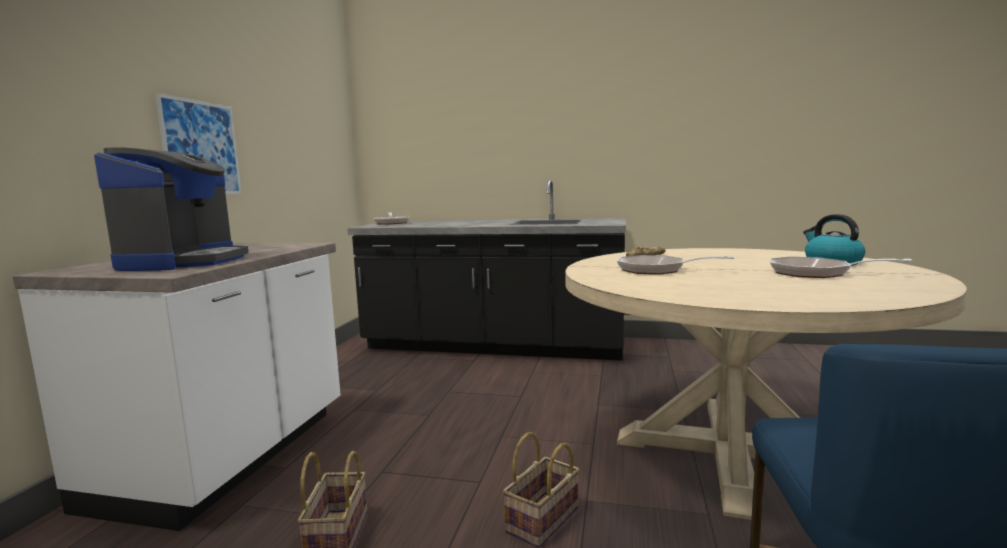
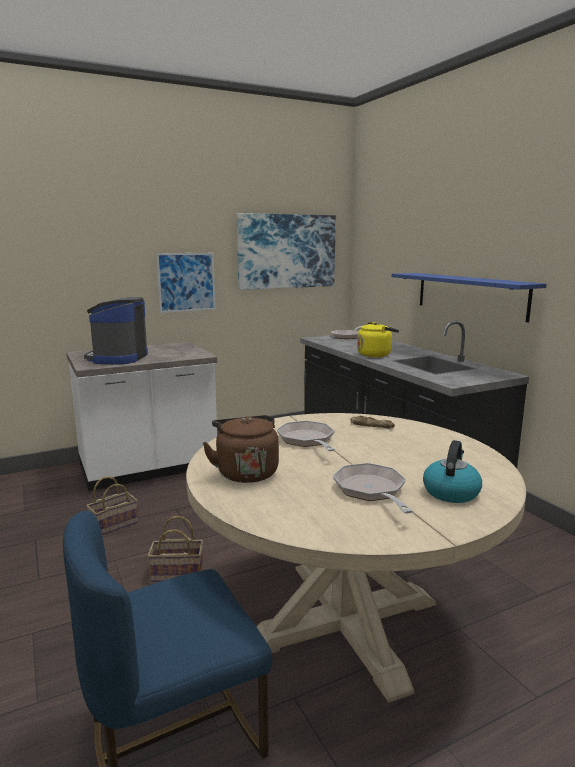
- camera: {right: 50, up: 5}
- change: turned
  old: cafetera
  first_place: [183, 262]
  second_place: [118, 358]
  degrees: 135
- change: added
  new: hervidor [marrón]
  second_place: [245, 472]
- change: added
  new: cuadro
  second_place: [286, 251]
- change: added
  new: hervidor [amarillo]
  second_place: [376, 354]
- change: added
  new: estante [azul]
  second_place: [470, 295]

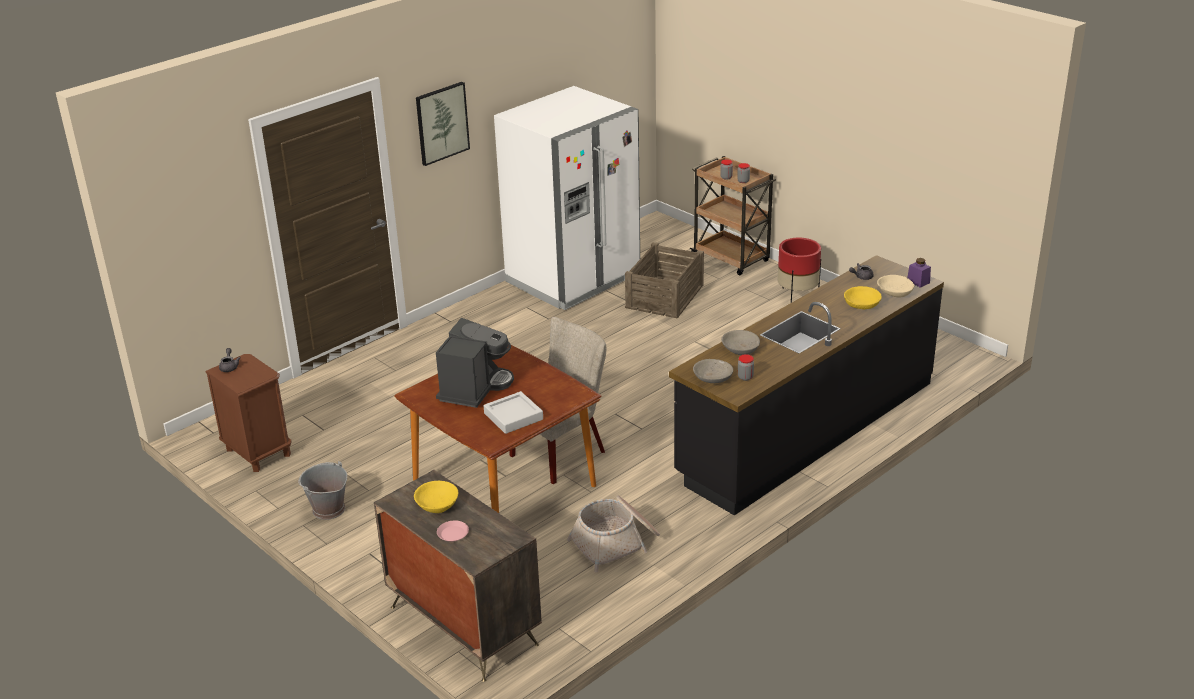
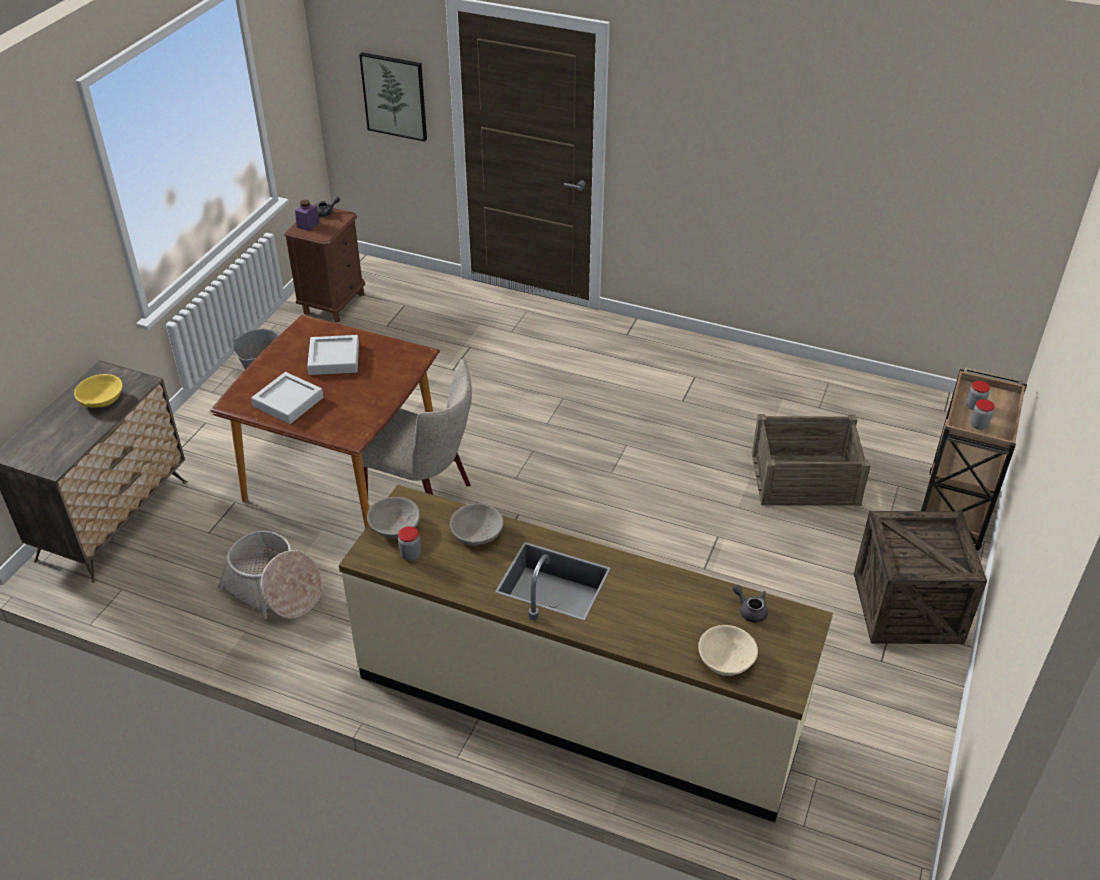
- camera: {right: 65, up: 10}
- change: moved
  old: cuadro
  first_place: [442, 123]
  second_place: [395, 96]
- change: replaced
  old: cafetera
  new: bandeja [gris]
  first_place: [474, 387]
  second_place: [334, 359]
- change: removed
  old: plato [rosa]
  first_place: [453, 533]
- change: removed
  old: nevera [blanco]
  first_place: [573, 279]
- change: recoloured
  old: mueble bajo de cocina [negro]
  new: mueble bajo de cocina [beis]
  first_place: [806, 429]
  second_place: [578, 702]
- change: replaced
  old: maceta [rojo]
  new: caja de embalaje
  first_place: [797, 296]
  second_place: [907, 607]
- change: removed
  old: cuenco [amarillo]
  first_place: [862, 304]
- change: moved
  old: tarro [morado]
  first_place: [918, 282]
  second_place: [308, 225]

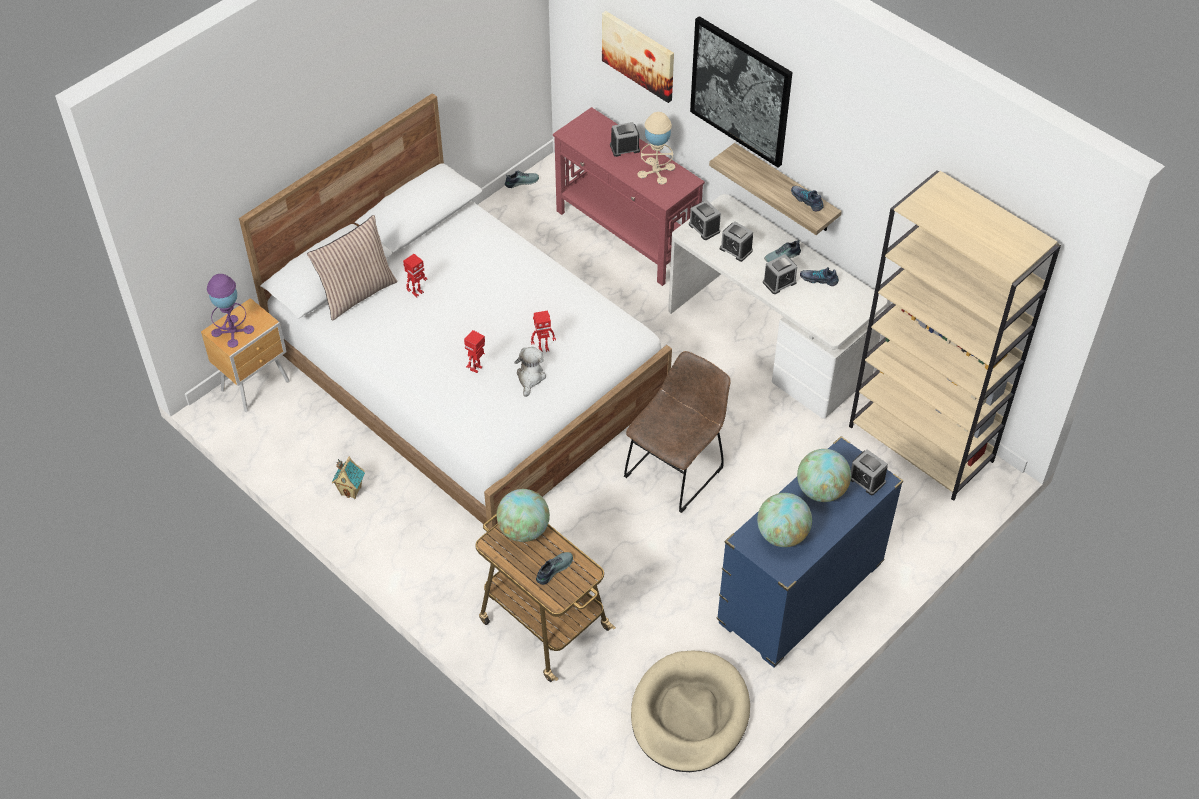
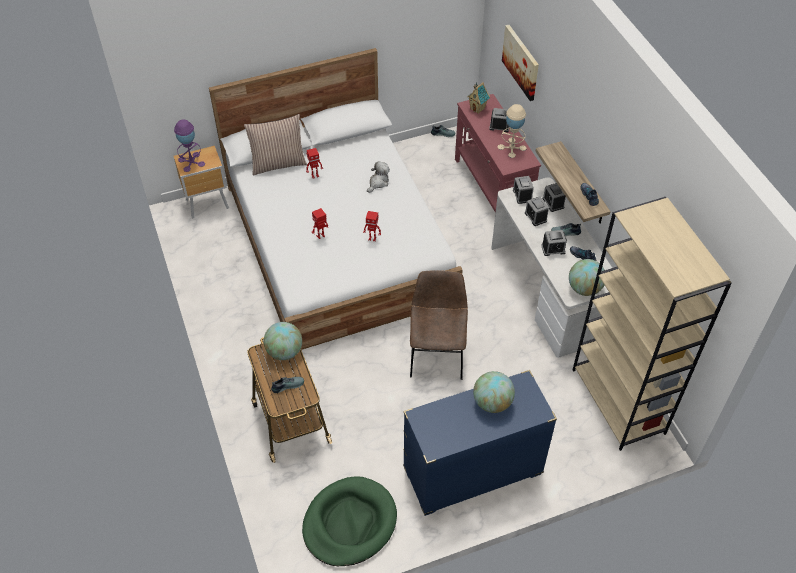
- camera: {right: 25, up: 0}
- change: moved
  old: casita
  first_place: [351, 490]
  second_place: [478, 109]
- change: moved
  old: peluche
  first_place: [530, 377]
  second_place: [378, 182]
- change: turned
  old: silla [marrón]
  first_place: [677, 469]
  second_place: [437, 354]
  degrees: -60
- change: recoloured
  old: cama para perro [beis]
  new: cama para perro [verde]
  first_place: [689, 714]
  second_place: [349, 523]
- change: removed
  old: cuadro
  first_place: [741, 91]
- change: moved
  old: globo terráqueo
  first_place: [782, 535]
  second_place: [584, 289]
- change: moved
  old: despertador
  first_place: [866, 480]
  second_place: [553, 203]

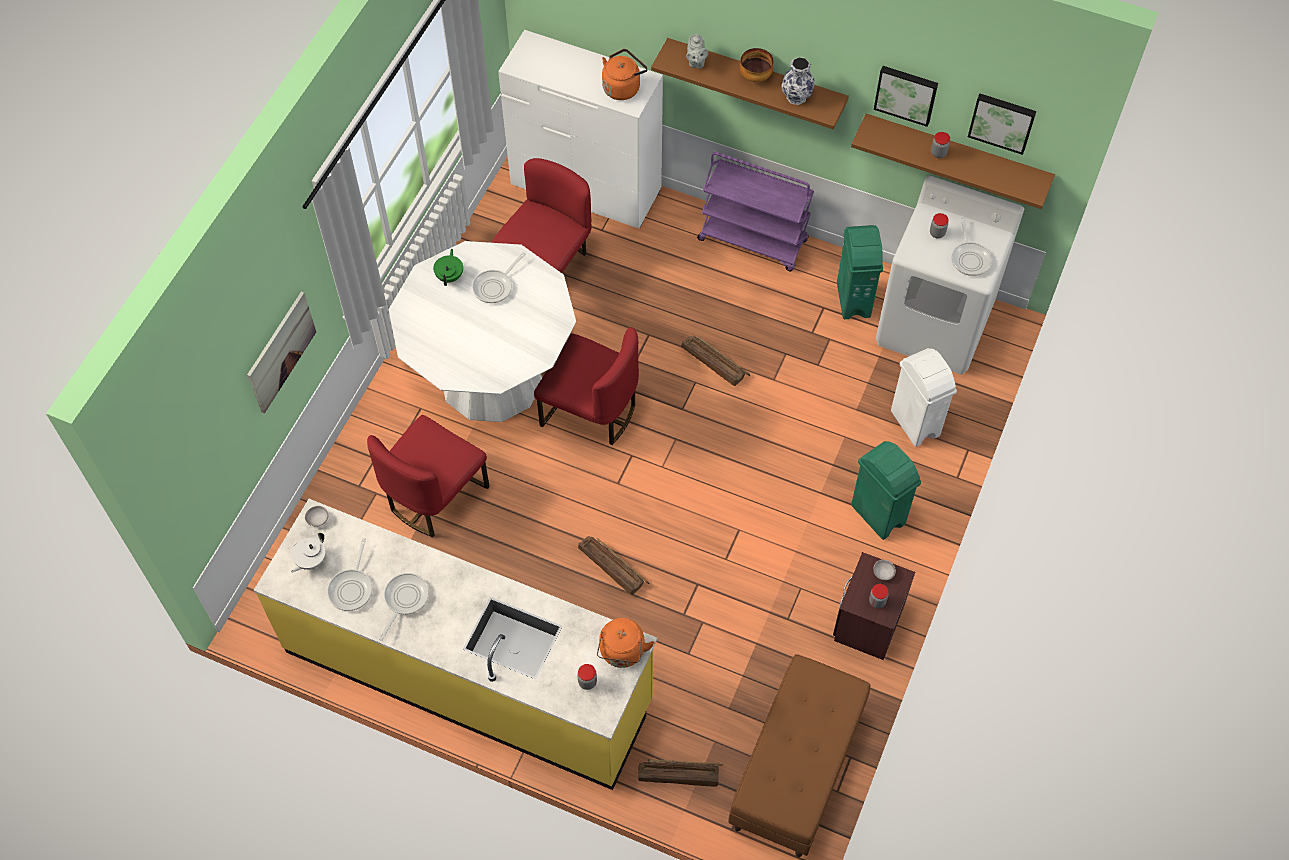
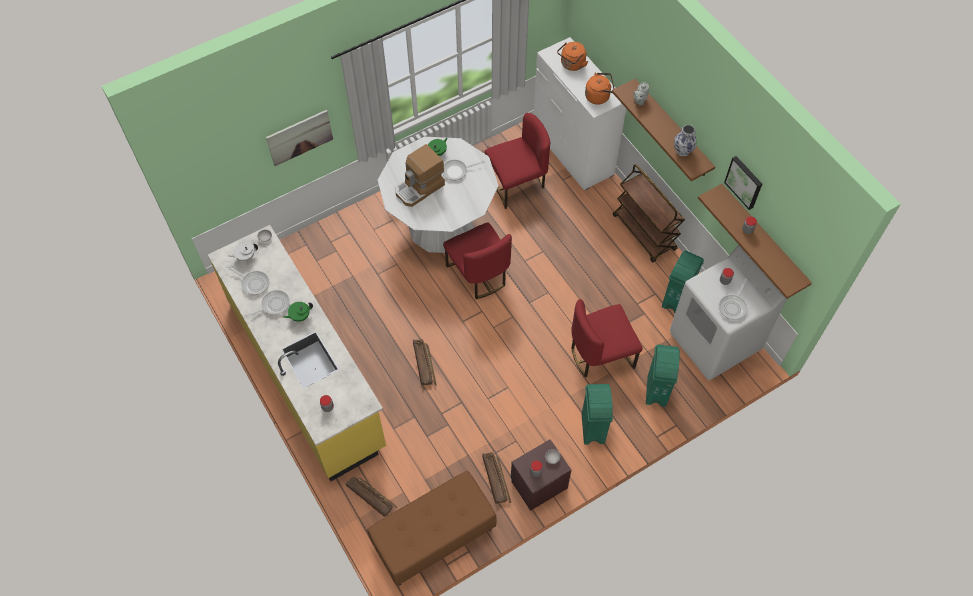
- camera: {right: 35, up: 0}
- change: turned
  old: sartén
  first_place: [352, 588]
  second_place: [253, 283]
  degrees: -105
- change: moved
  old: silla [rojo]
  first_place: [434, 496]
  second_place: [601, 354]
- change: moved
  old: hervidor [naranja]
  first_place: [622, 653]
  second_place: [572, 65]
- change: moved
  old: caja de embalaje
  first_place: [714, 363]
  second_place: [496, 479]
- change: recoloured
  old: carrito [morado]
  new: carrito [marrón]
  first_place: [754, 240]
  second_place: [644, 233]
- change: removed
  old: cuenco
  first_place: [755, 77]
- change: recoloured
  old: papelera [blanco]
  new: papelera [verde]
  first_place: [915, 422]
  second_place: [657, 390]
- change: removed
  old: cuadro
  first_place: [1002, 121]
- change: added
  new: tetera [verde]
  second_place: [300, 316]
- change: added
  new: cafetera
  second_place: [420, 188]

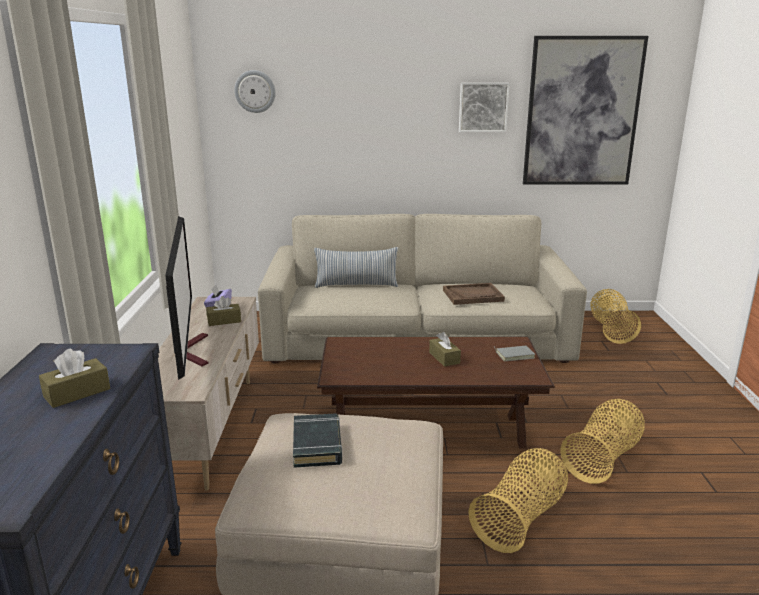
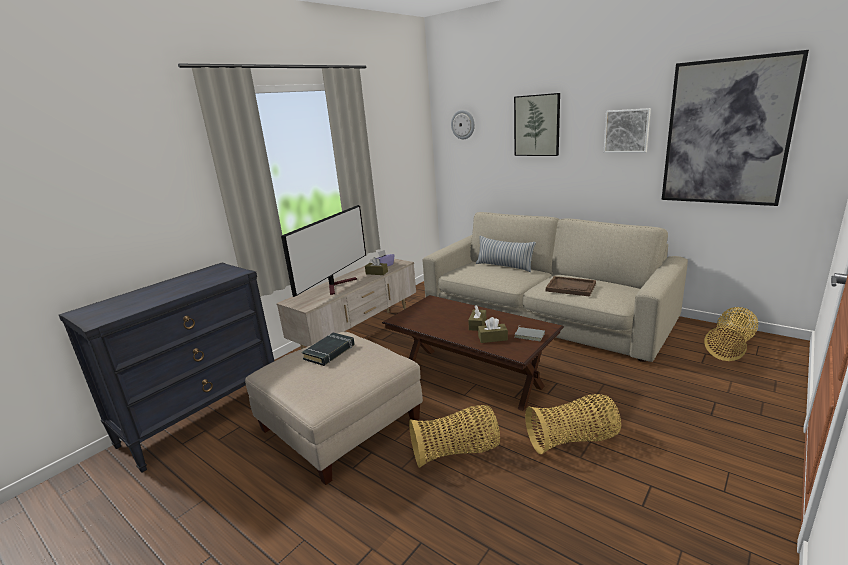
- camera: {right: 40, up: 0}
- change: moved
  old: caja de pañuelos [marrón]
  first_place: [77, 393]
  second_place: [492, 338]
- change: added
  new: cuadro
  second_place: [537, 125]

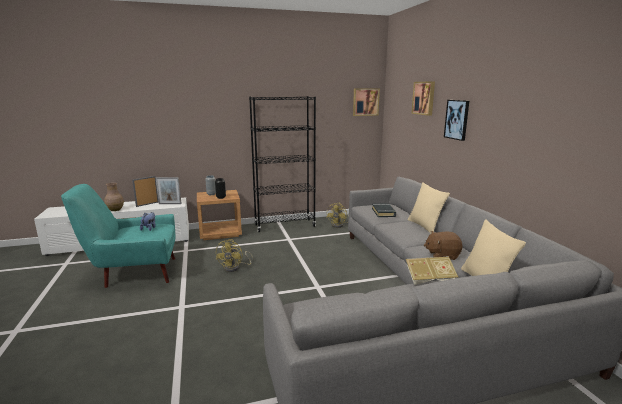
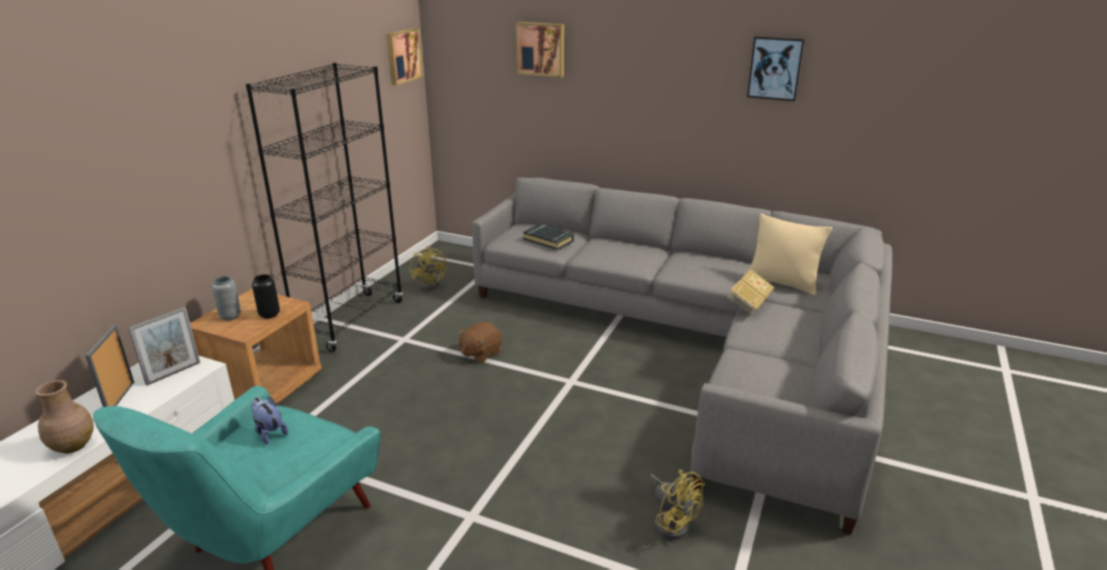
- camera: {right: -50, up: 10}
- change: moved
  old: ventilador [amarillo]
  first_place: [235, 268]
  second_place: [671, 521]
- change: removed
  old: cojín [beis]
  first_place: [424, 226]
- change: moved
  old: peluche [marrón]
  first_place: [442, 255]
  second_place: [480, 353]
- change: moved
  old: cuadro
  first_place: [457, 119]
  second_place: [775, 68]

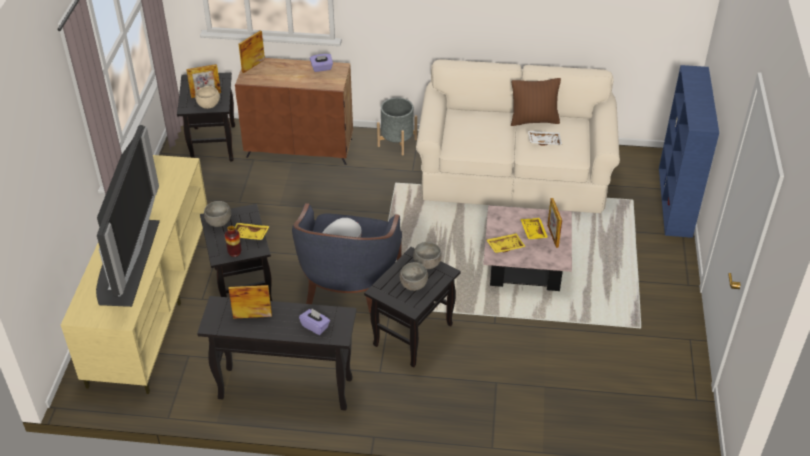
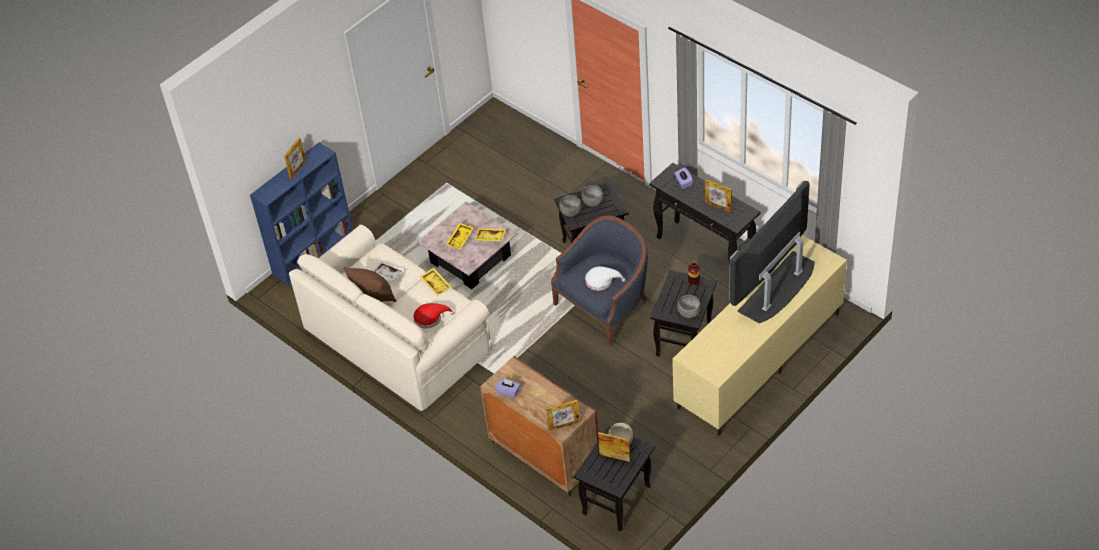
- camera: {right: -140, up: 5}
- change: moved
  old: bandeja [amarillo]
  first_place: [249, 235]
  second_place: [436, 284]
- change: removed
  old: maceta [gris]
  first_place: [397, 142]
- change: moved
  old: portarretratos
  first_place: [552, 236]
  second_place: [297, 169]
- change: added
  new: sombrero [rojo]
  second_place: [430, 318]

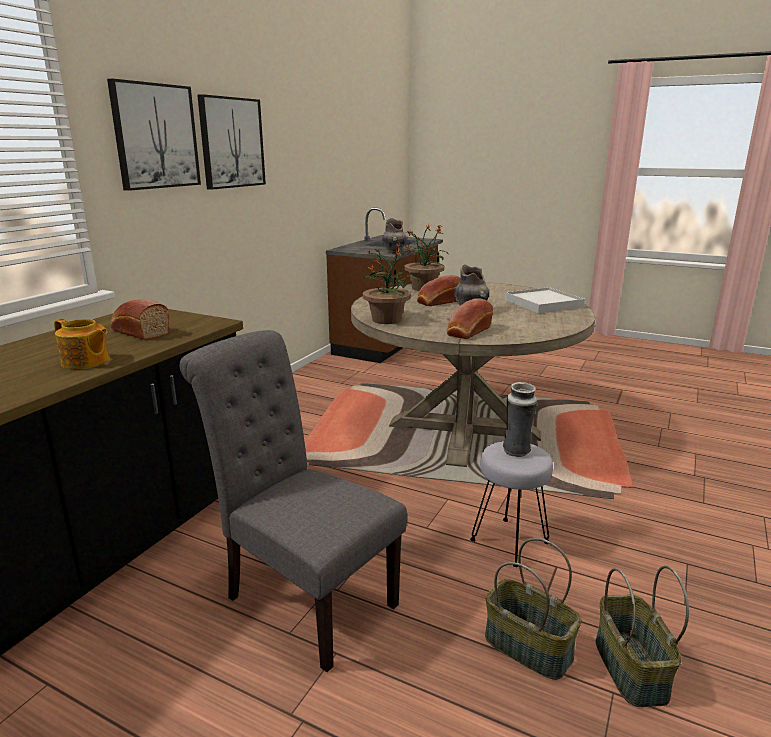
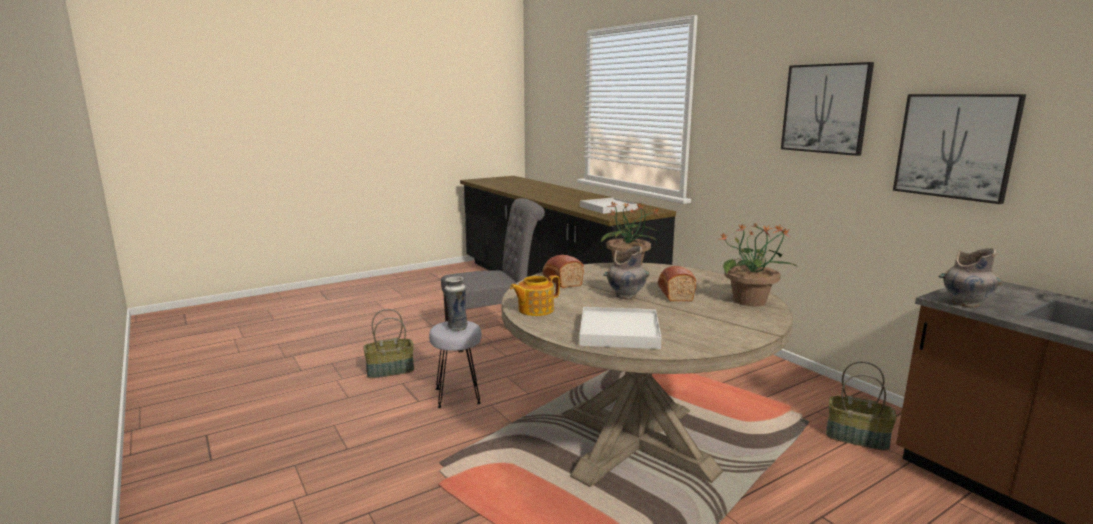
- camera: {right: 120, up: -5}
- change: moved
  old: tetera
  first_place: [86, 362]
  second_place: [535, 310]
- change: moved
  old: cuadro
  first_place: [155, 136]
  second_place: [955, 146]
- change: replaced
  old: pan
  new: bandeja [blanco]
  first_place: [139, 332]
  second_place: [608, 208]
- change: moved
  old: cesta
  first_place: [629, 668]
  second_place: [857, 437]

